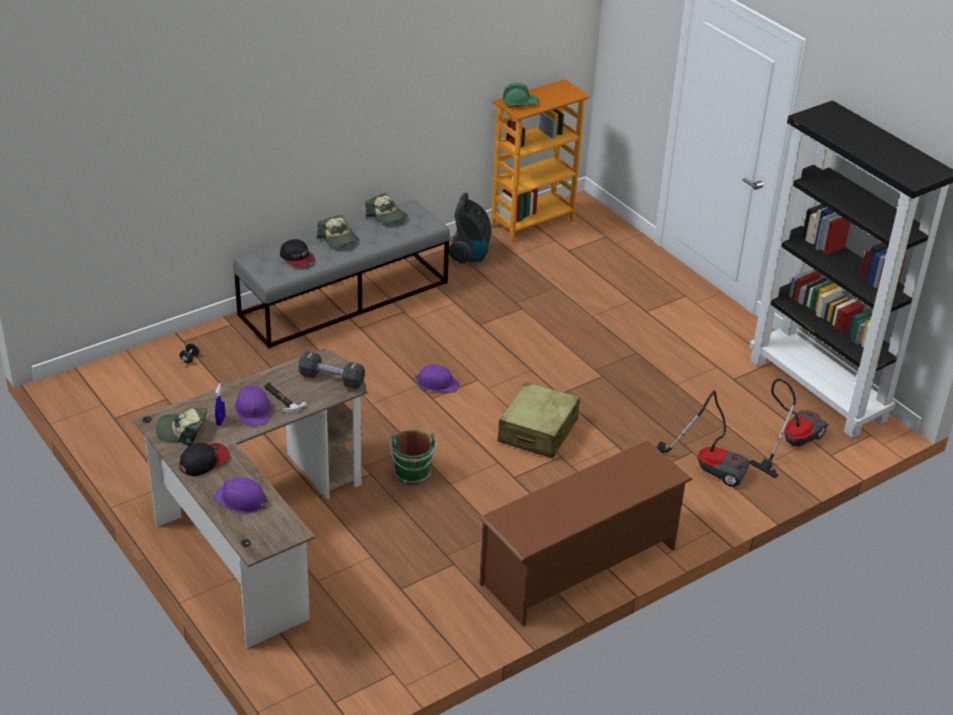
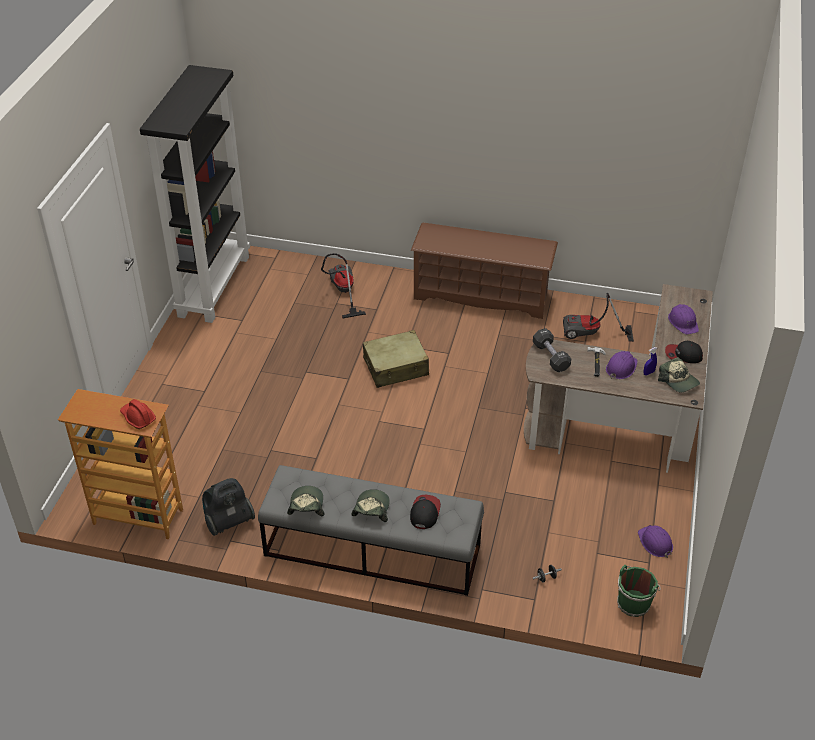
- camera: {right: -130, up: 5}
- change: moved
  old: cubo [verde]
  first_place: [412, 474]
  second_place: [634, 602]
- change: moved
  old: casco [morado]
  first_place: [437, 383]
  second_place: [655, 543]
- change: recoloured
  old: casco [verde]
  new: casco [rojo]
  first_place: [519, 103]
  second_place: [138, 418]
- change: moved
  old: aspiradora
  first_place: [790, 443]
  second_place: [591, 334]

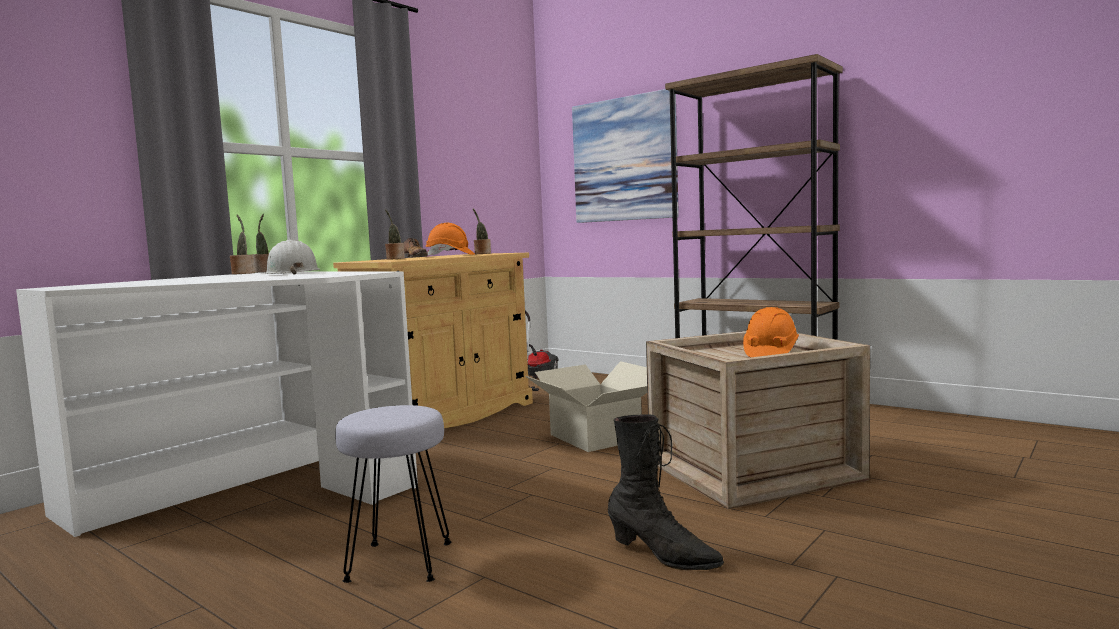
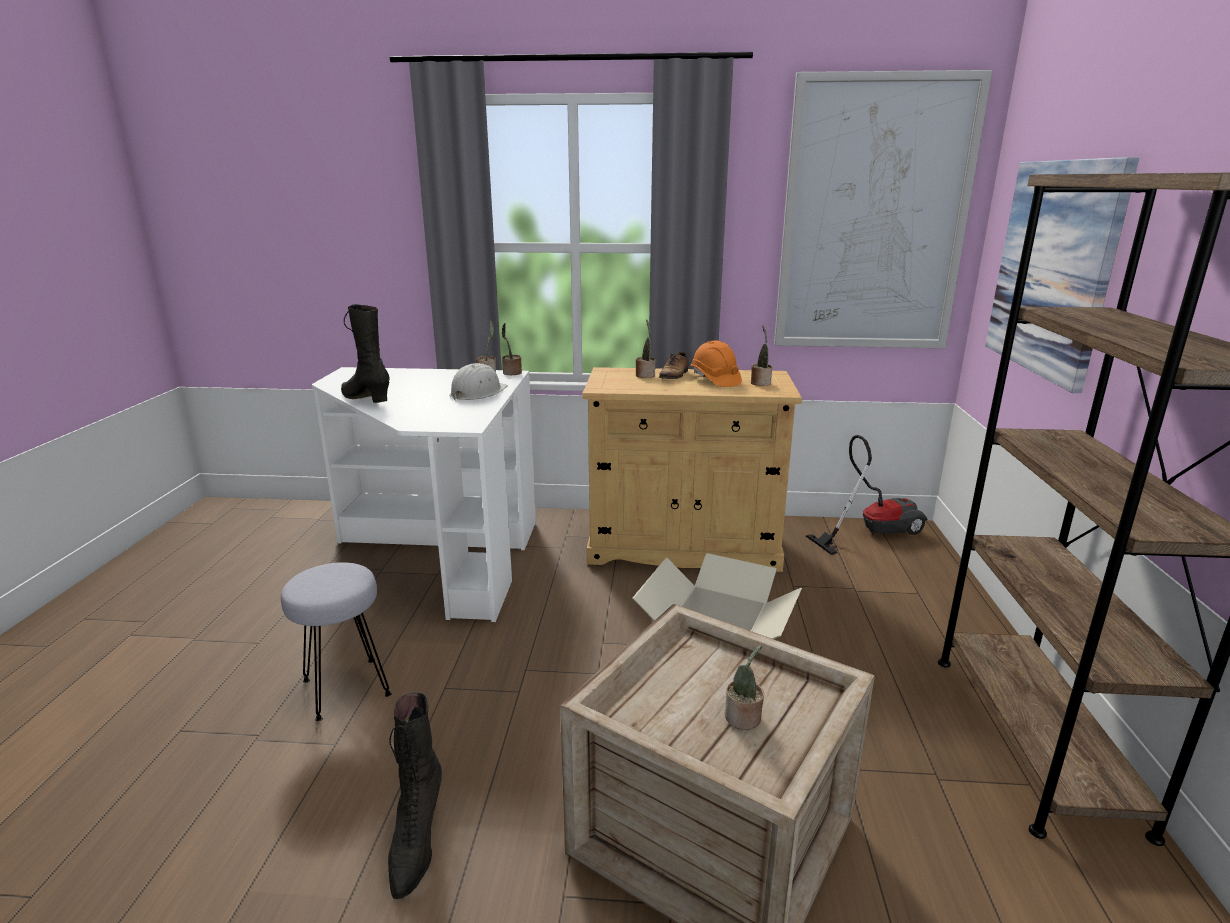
- camera: {right: 55, up: 15}
- change: replaced
  old: casco [naranja]
  new: planta en maceta
  first_place: [770, 353]
  second_place: [743, 719]
- change: added
  new: bota [negro]
  second_place: [366, 399]
- change: added
  new: cuadro
  second_place: [873, 217]

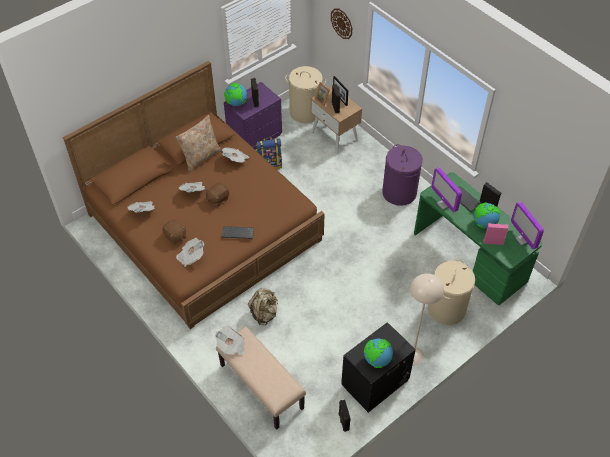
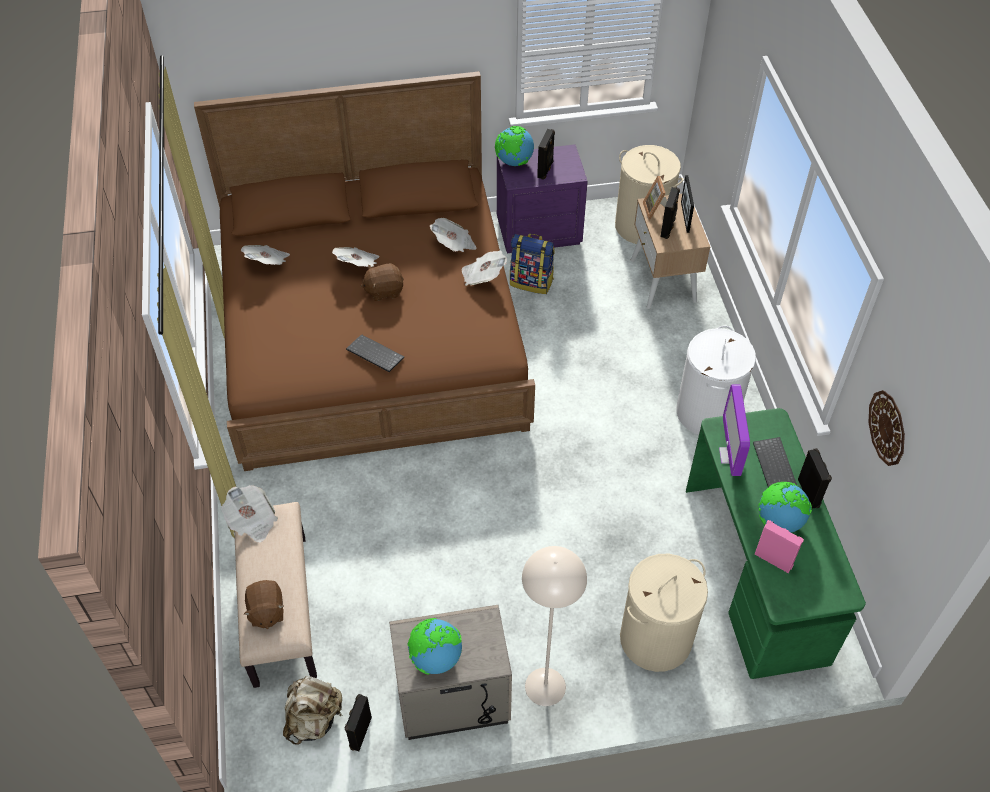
- camera: {right: 30, up: 0}
- change: moved
  old: peluche [marrón]
  first_place: [175, 236]
  second_place: [266, 611]
- change: removed
  old: cojín [beis]
  first_place: [201, 157]
- change: moved
  old: periódico
  first_place: [191, 256]
  second_place: [482, 276]
- change: moved
  old: mochila [beis]
  first_place: [264, 313]
  second_place: [314, 719]
- change: moved
  old: reloj de pared
  first_place: [341, 23]
  second_place: [887, 427]
- change: recoloured
  old: mesita de noche [negro]
  new: mesita de noche [beis]
  first_place: [375, 384]
  second_place: [453, 700]
- change: recoloured
  old: cesto de la ropa [morado]
  new: cesto de la ropa [blanco]
  first_place: [399, 193]
  second_place: [707, 412]
- change: removed
  old: monitor
  first_place: [522, 239]

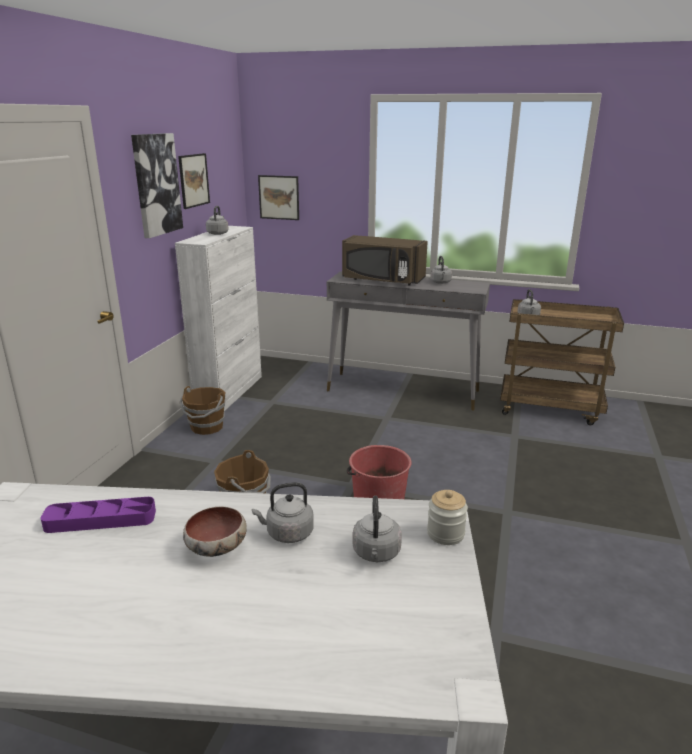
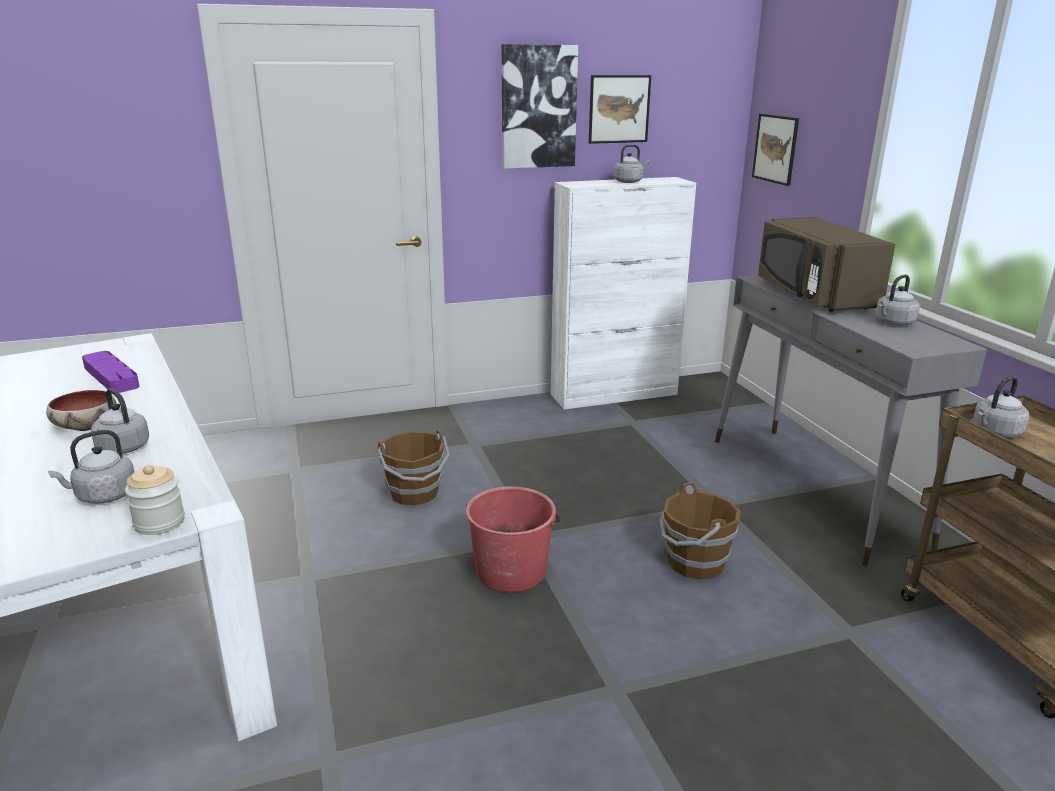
- camera: {right: 55, up: 0}
- change: moved
  old: cubo [marrón]
  first_place: [206, 427]
  second_place: [694, 563]

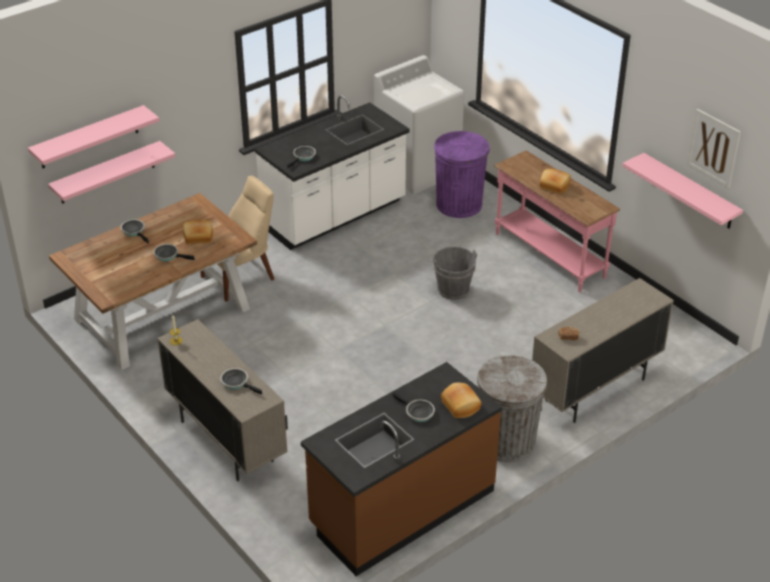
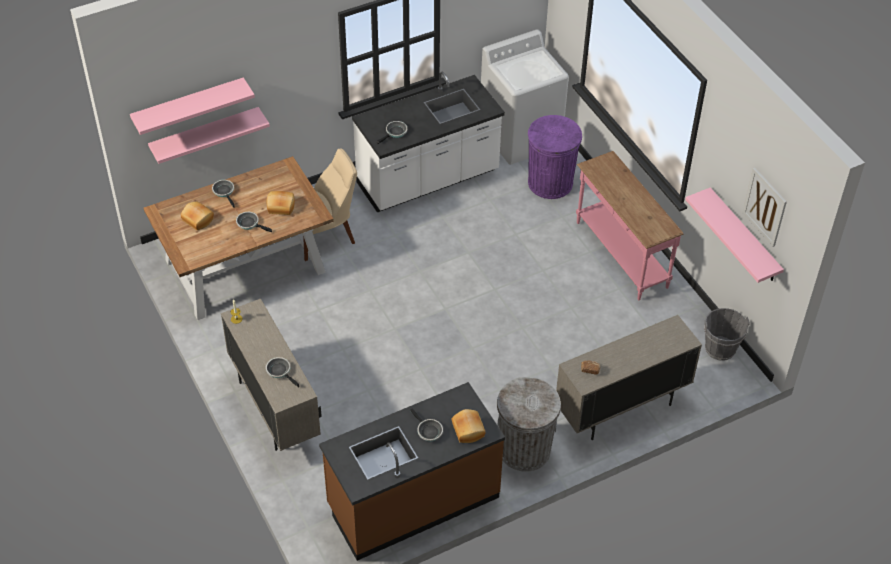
- camera: {right: 10, up: 10}
- change: moved
  old: cubo [gris]
  first_place: [453, 290]
  second_place: [720, 348]
- change: moved
  old: pan
  first_place: [554, 186]
  second_place: [197, 220]

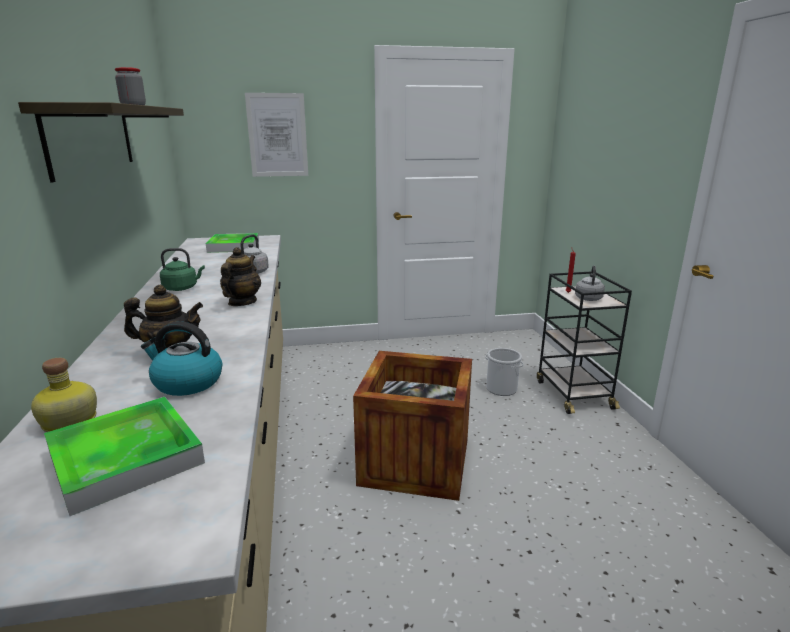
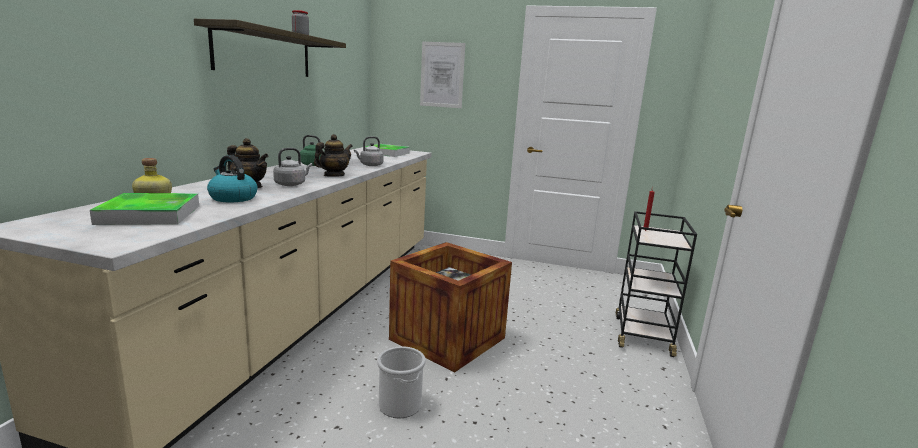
- camera: {right: 25, up: -5}
- change: moved
  old: cubo
  first_place: [502, 389]
  second_place: [400, 405]
- change: moved
  old: hervidor [gris]
  first_place: [588, 298]
  second_place: [291, 184]

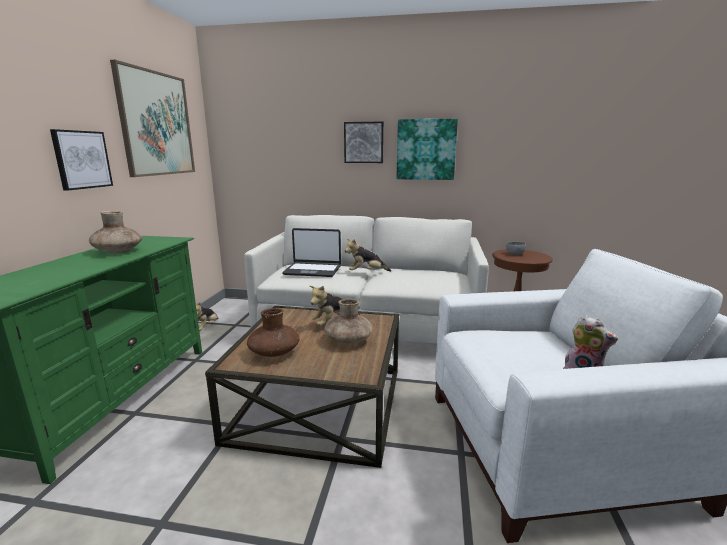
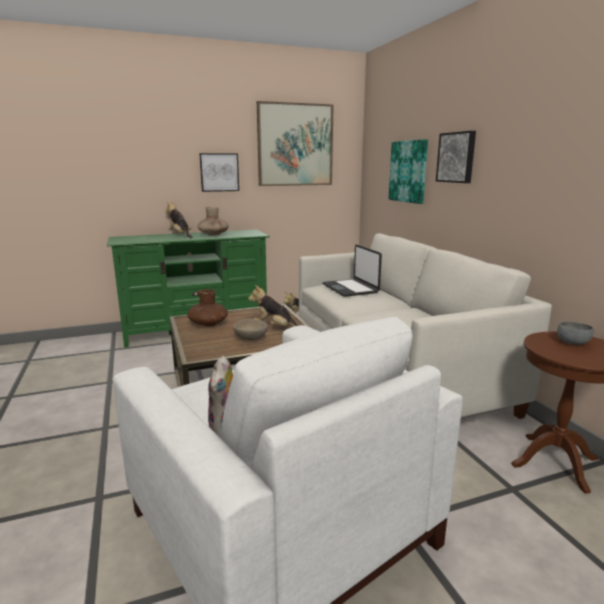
- camera: {right: 60, up: 0}
- change: replaced
  old: florero [marrón]
  new: cuenco [beis]
  first_place: [348, 340]
  second_place: [250, 338]
- change: moved
  old: peluche
  first_place: [366, 272]
  second_place: [180, 235]
- change: moved
  old: cuadro
  first_place: [426, 149]
  second_place: [408, 171]

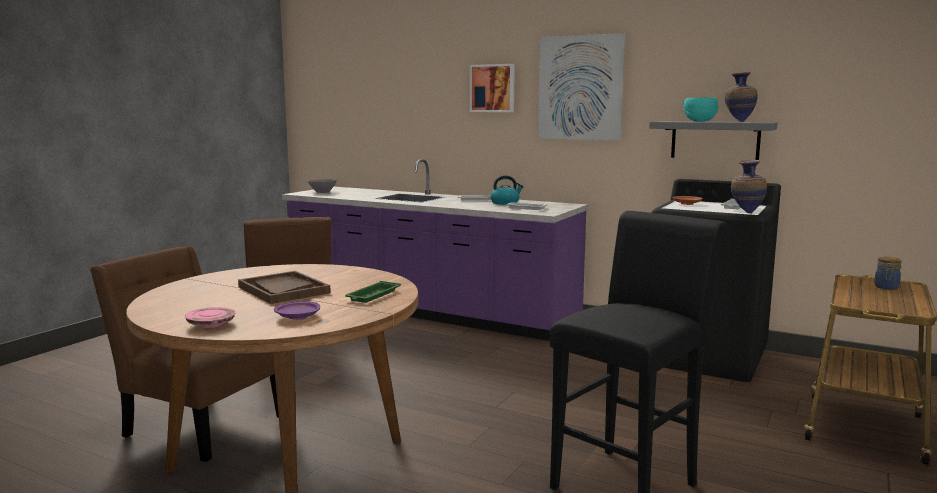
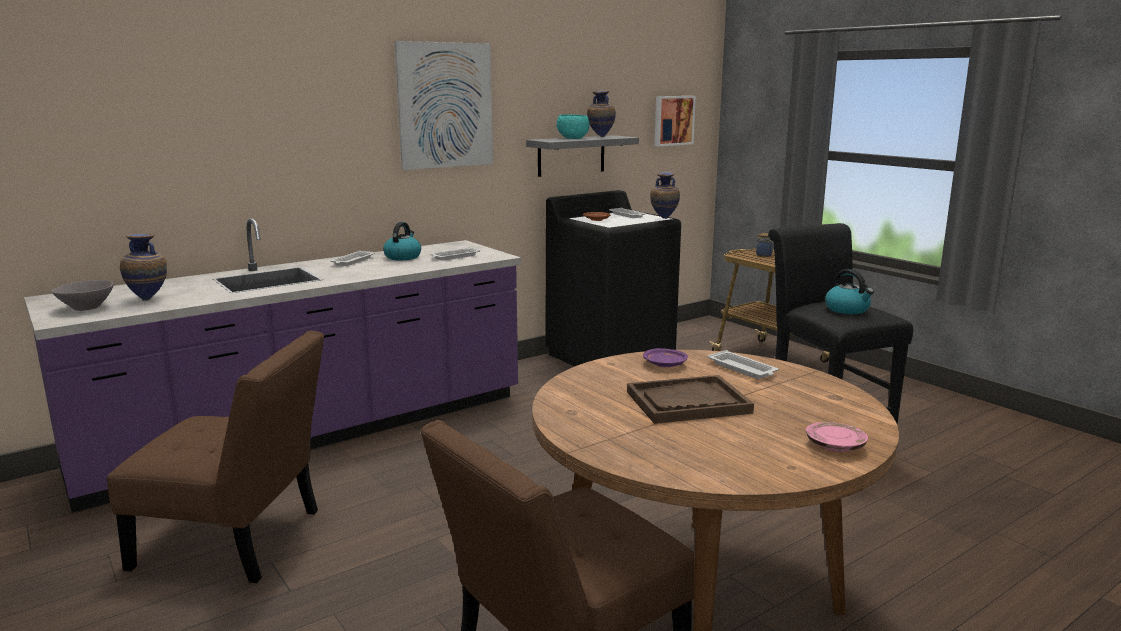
- camera: {right: -65, up: 5}
- change: moved
  old: plato [morado]
  first_place: [297, 317]
  second_place: [665, 365]
- change: recoloured
  old: bandeja [verde]
  new: bandeja [blanco]
  first_place: [372, 296]
  second_place: [743, 369]
- change: moved
  old: cuadro
  first_place: [493, 88]
  second_place: [673, 120]
- change: added
  new: florero
  second_place: [149, 299]
- change: added
  new: hervidor
  second_place: [847, 309]

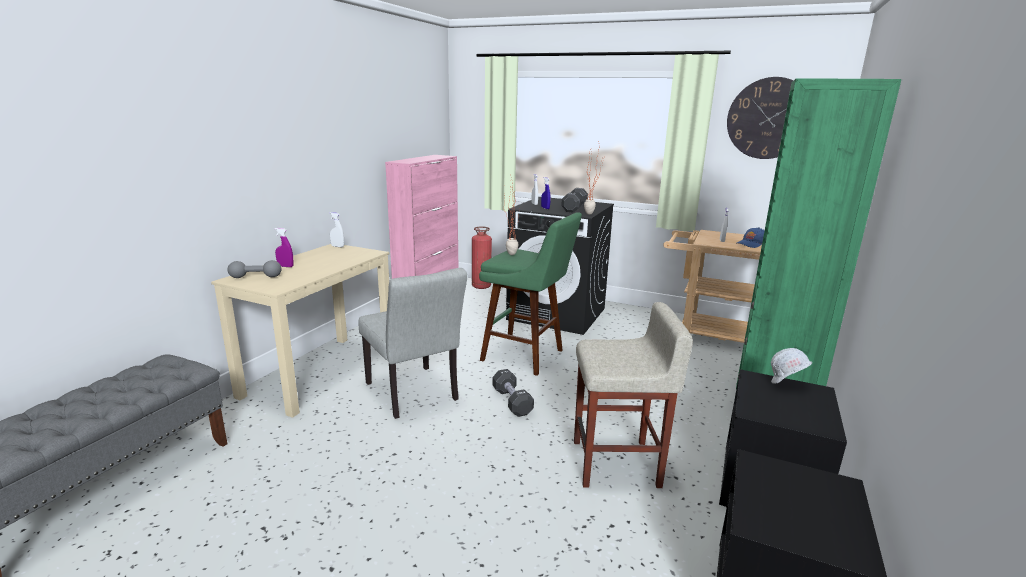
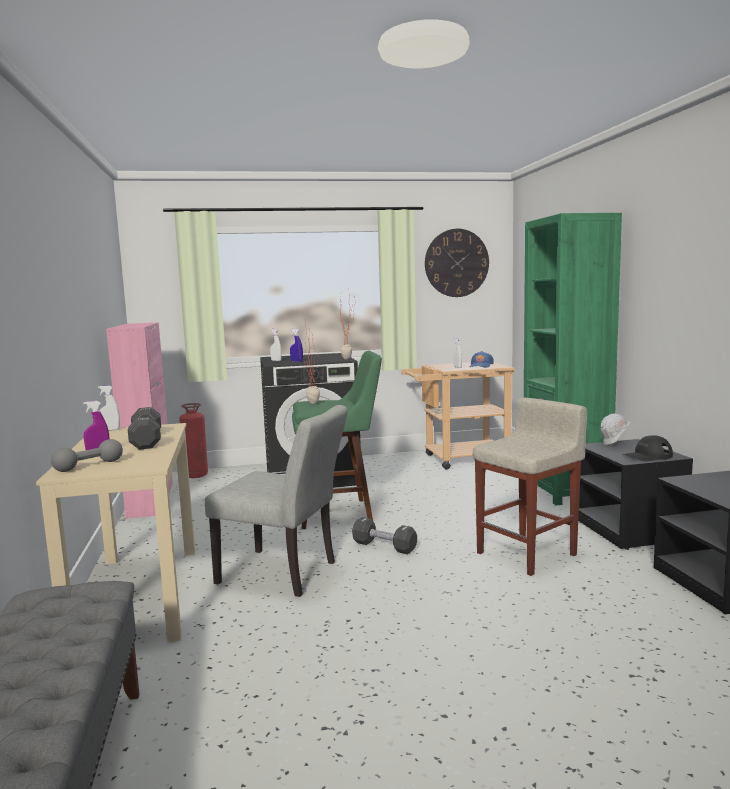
- camera: {right: -35, up: -10}
- change: moved
  old: mancuerna [negro]
  first_place: [574, 208]
  second_place: [146, 441]
- change: added
  new: gorra [negro]
  second_place: [647, 456]

